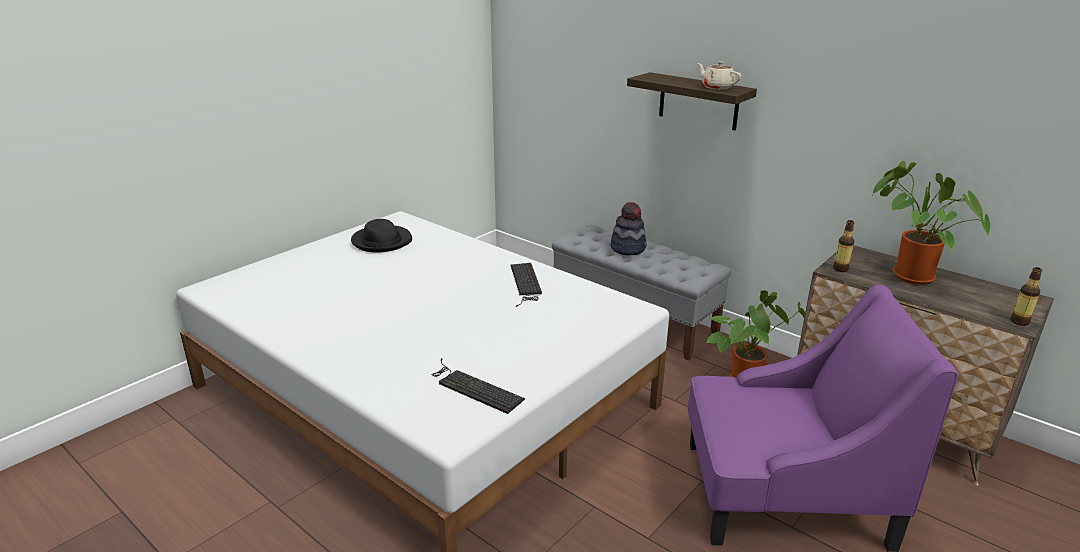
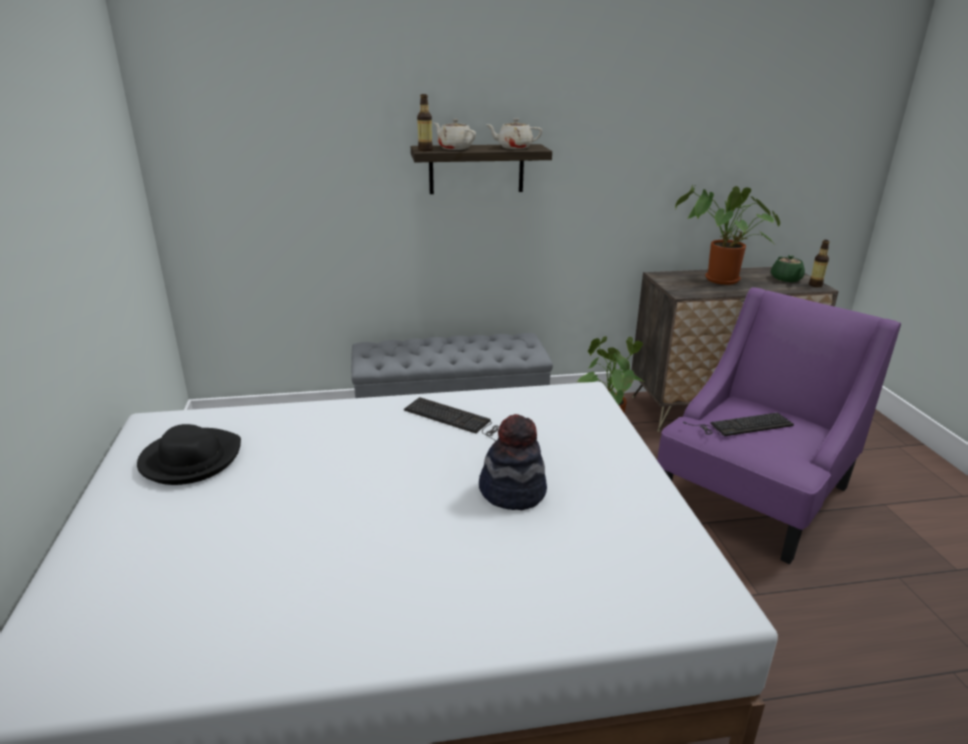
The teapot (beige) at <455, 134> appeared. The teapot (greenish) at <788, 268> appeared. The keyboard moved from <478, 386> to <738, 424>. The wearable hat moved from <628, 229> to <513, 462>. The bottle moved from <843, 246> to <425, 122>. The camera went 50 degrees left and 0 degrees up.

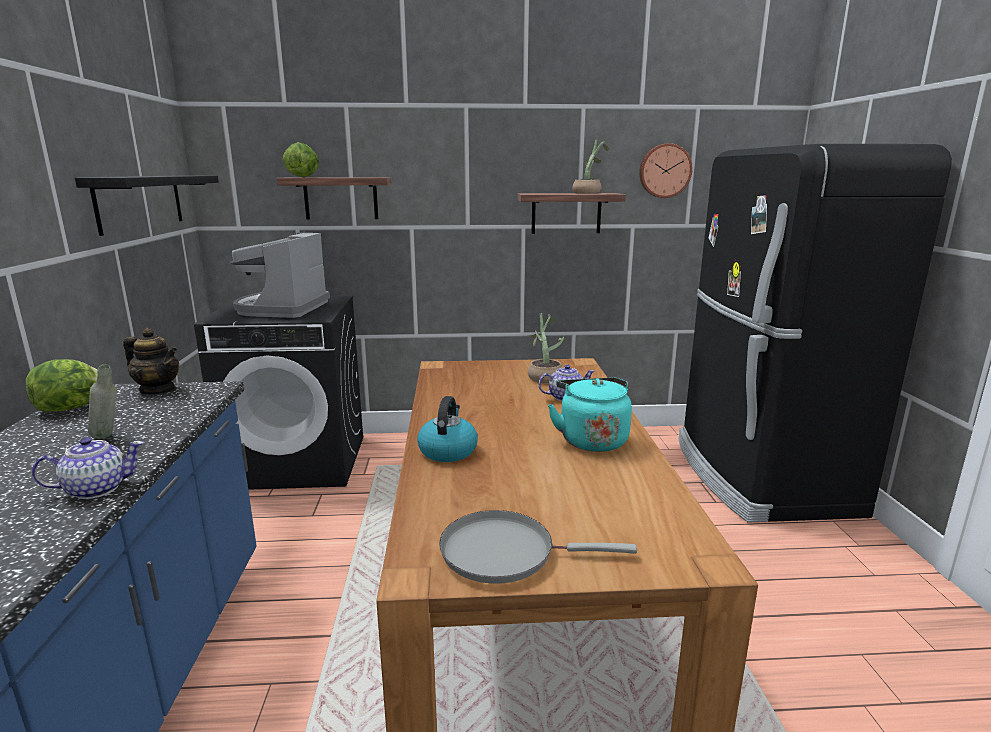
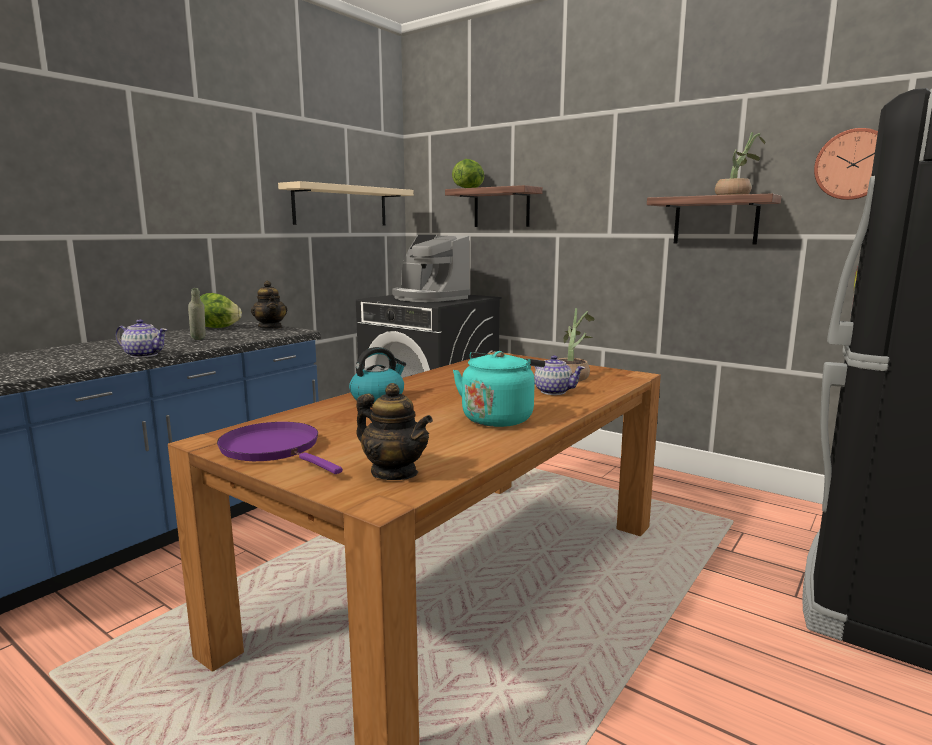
The teapot at <394, 431> appeared. The bracket shelf (black) at <147, 206> became the bracket shelf (beige) at <346, 203>. The frying pan (greyish) at <538, 547> became the frying pan (purple-coloured) at <280, 448>. The coffee brewer at <280, 275> turned 90 degrees counterclockwise. The camera went 40 degrees right and 5 degrees down.

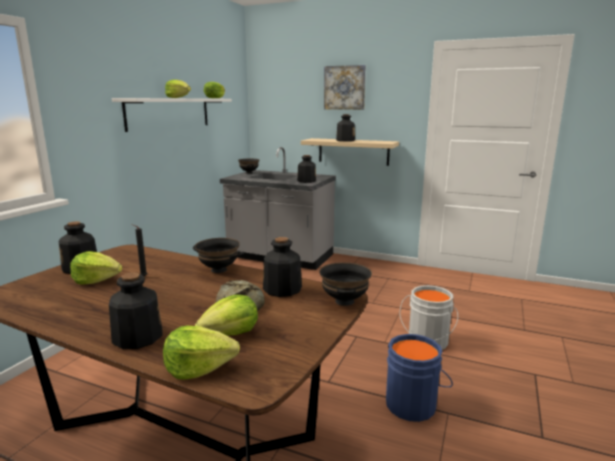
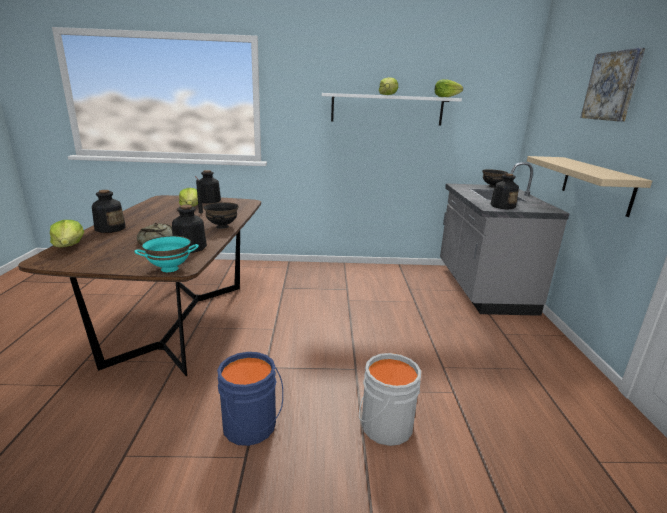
The lettuce at <226, 315> disappeared. The bottle at <345, 128> disappeared. The bowl (black) at <345, 284> became the bowl (turquoise-coloured) at <166, 254>. The camera went 65 degrees right and 5 degrees up.

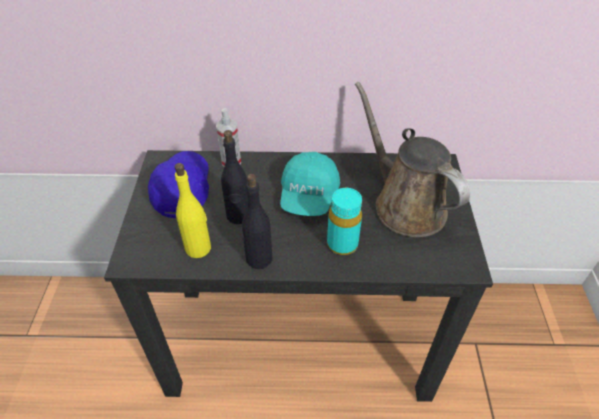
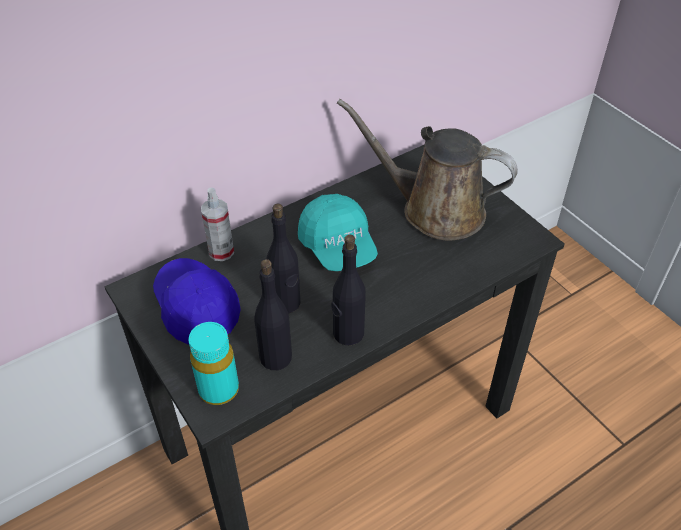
The bottle (turquoise-coloured) moved from <344, 221> to <214, 363>. The bottle (yellow-coloured) at <192, 210> became the bottle (black) at <273, 314>. The camera went 35 degrees left and 0 degrees up.

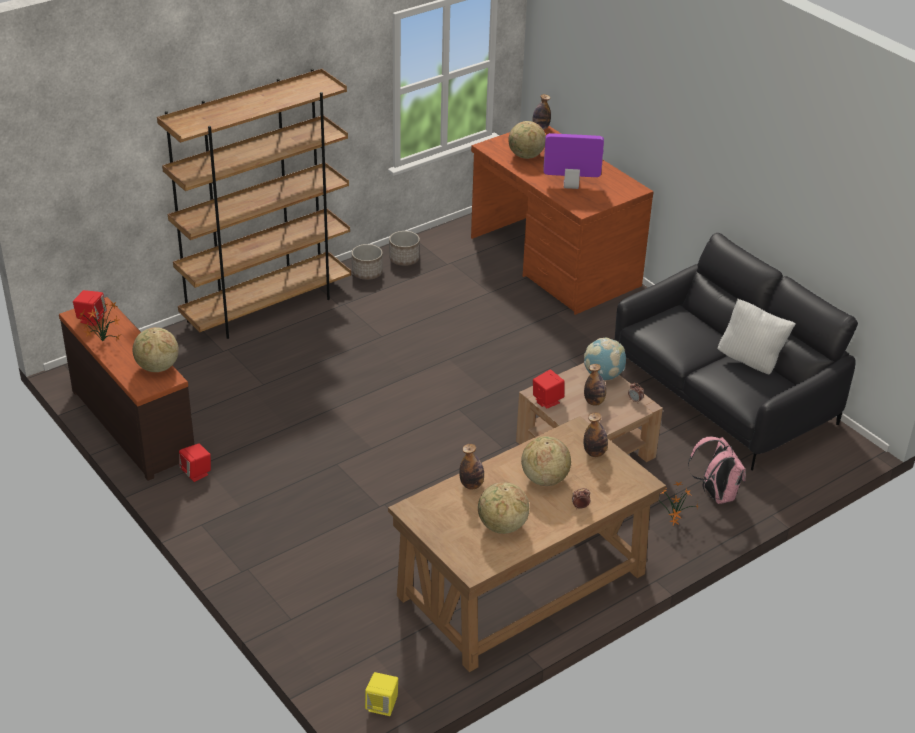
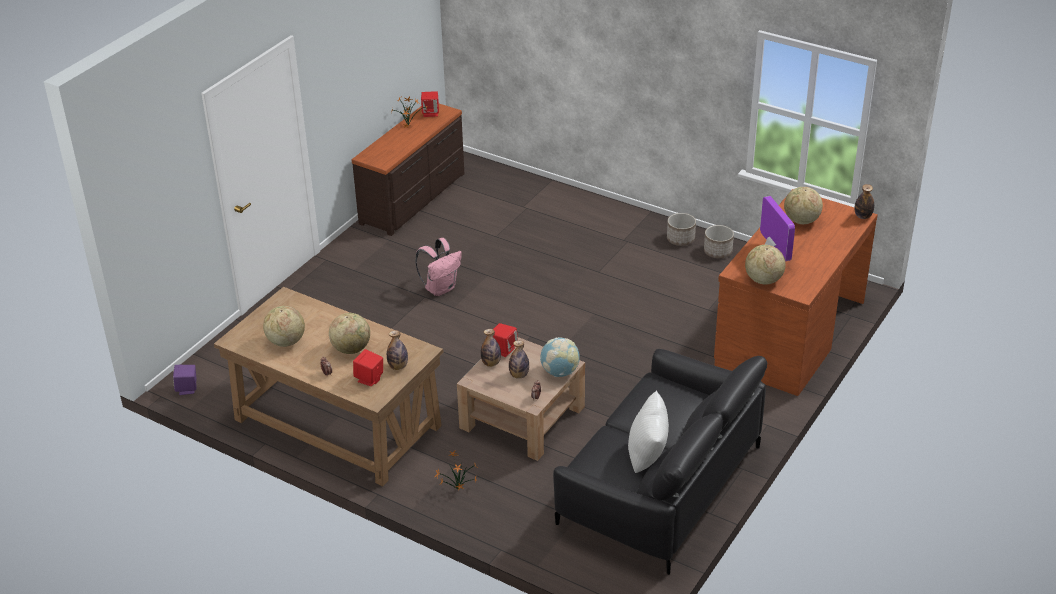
The bookshelf (brown-coloured) at <254, 204> disappeared. The globe moved from <156, 349> to <765, 265>. The loudspeaker (red) moved from <195, 462> to <368, 367>. The bottle moved from <471, 466> to <491, 348>. The rucksack (pink-coloured) moved from <717, 470> to <438, 267>. The loudspeaker (yellow-coloured) at <381, 694> became the loudspeaker (purple-coloured) at <185, 380>. The camera went 70 degrees right and 0 degrees up.

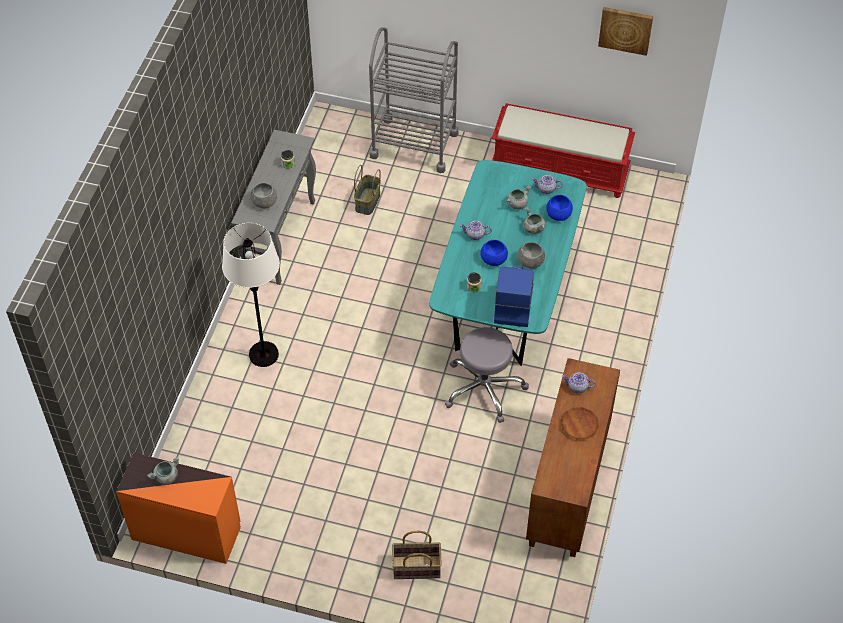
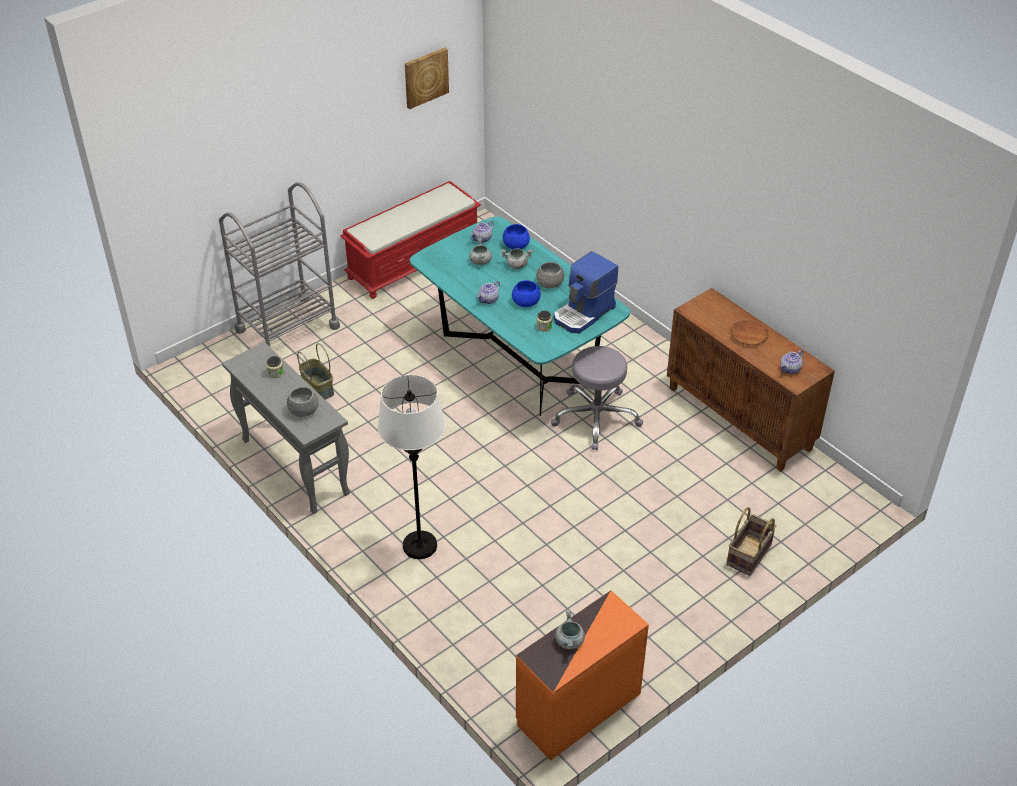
The teapot moved from <579, 382> to <791, 362>. The coffee brewer at <514, 296> turned 90 degrees counterclockwise. The camera went 55 degrees left and 10 degrees down.

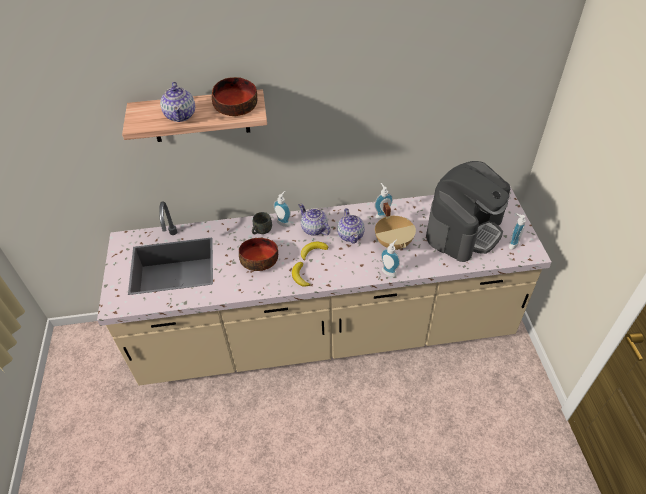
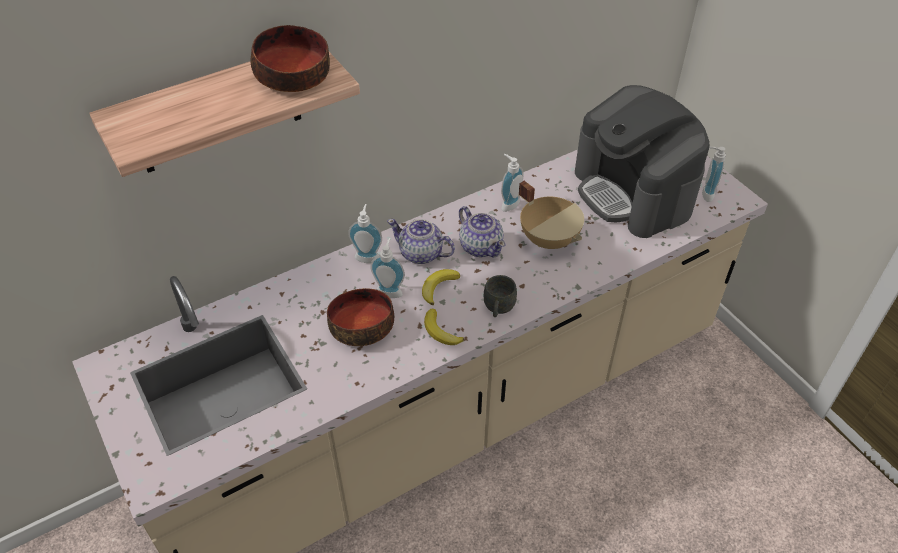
The teapot at <177, 102> disappeared. The tea mug (greyish) moved from <262, 223> to <500, 296>. The soap dispenser moved from <390, 258> to <387, 268>. The coffee brewer at <468, 211> turned 135 degrees clockwise. The camera went 25 degrees left and 0 degrees up.

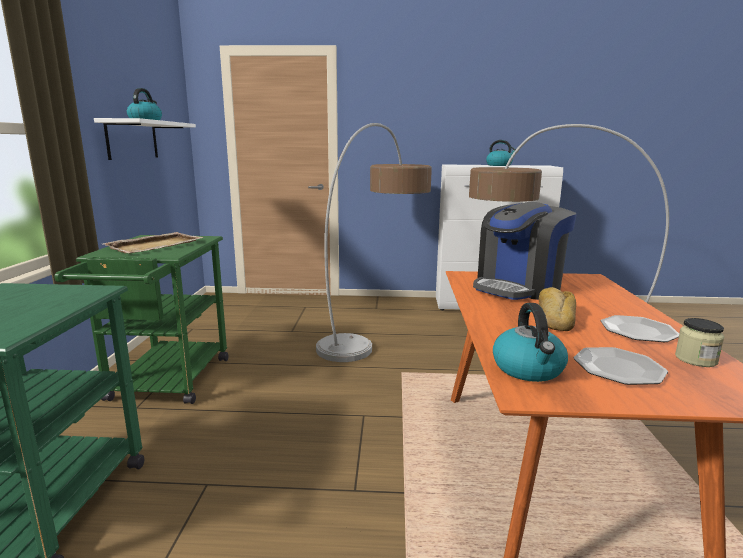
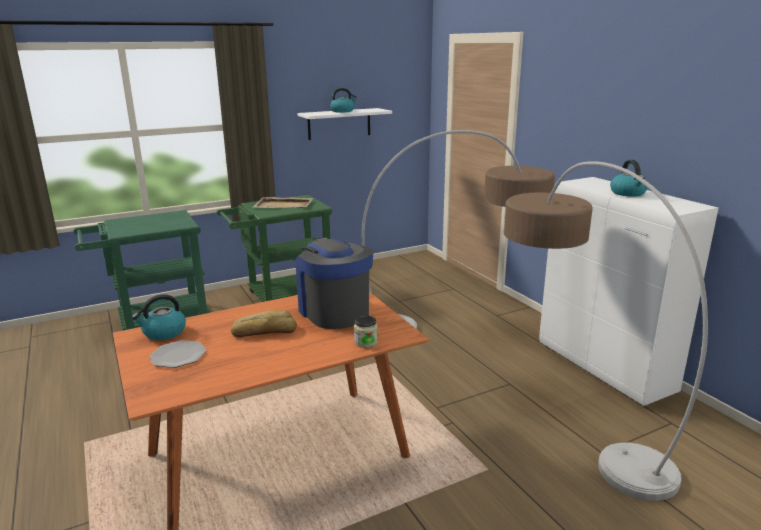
The flat dish at <640, 328> disappeared. The jar moved from <699, 342> to <366, 332>. The coffee brewer at <525, 251> turned 45 degrees clockwise. The camera went 60 degrees right and 5 degrees up.

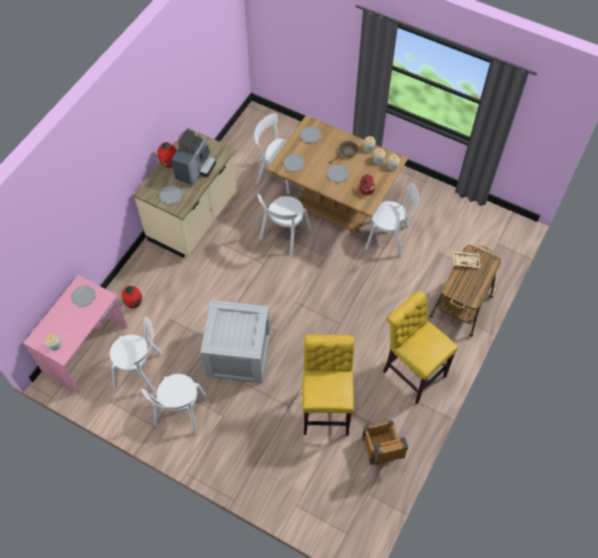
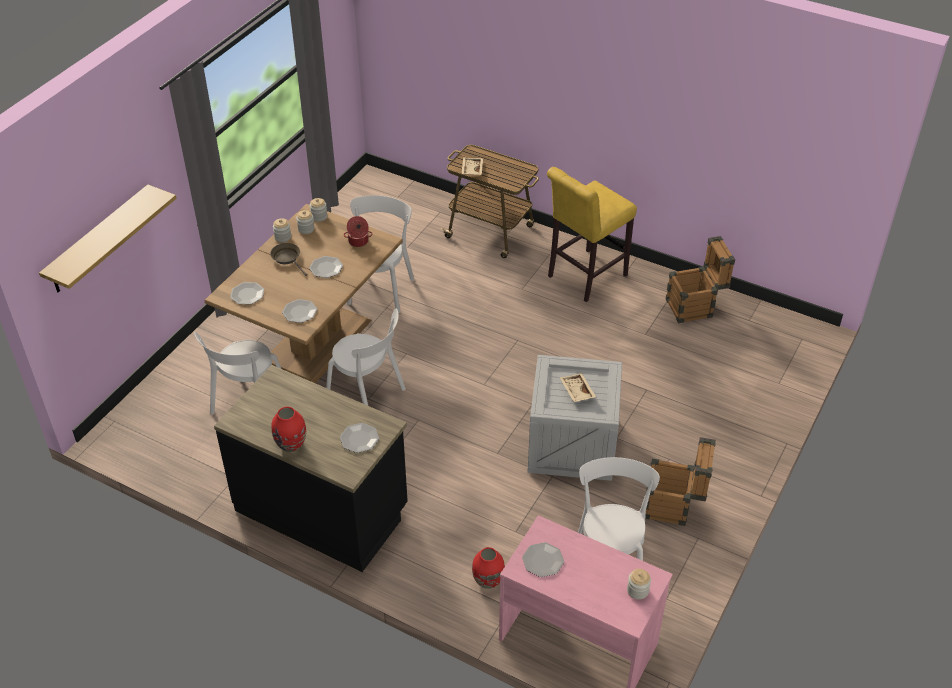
The coffee brewer at <193, 157> disappeared. The stool seat (yellow-coloured) at <328, 385> disappeared. The bracket shelf at <108, 238> appeared. The carrying tray (beige) at <578, 387> appeared. The plain chair (whitish) at <175, 404> was replaced by the crate at <680, 481>. The kitchen base unit (beige) at <185, 193> became the kitchen base unit (black) at <311, 468>. The camera went 90 degrees left and 15 degrees down.

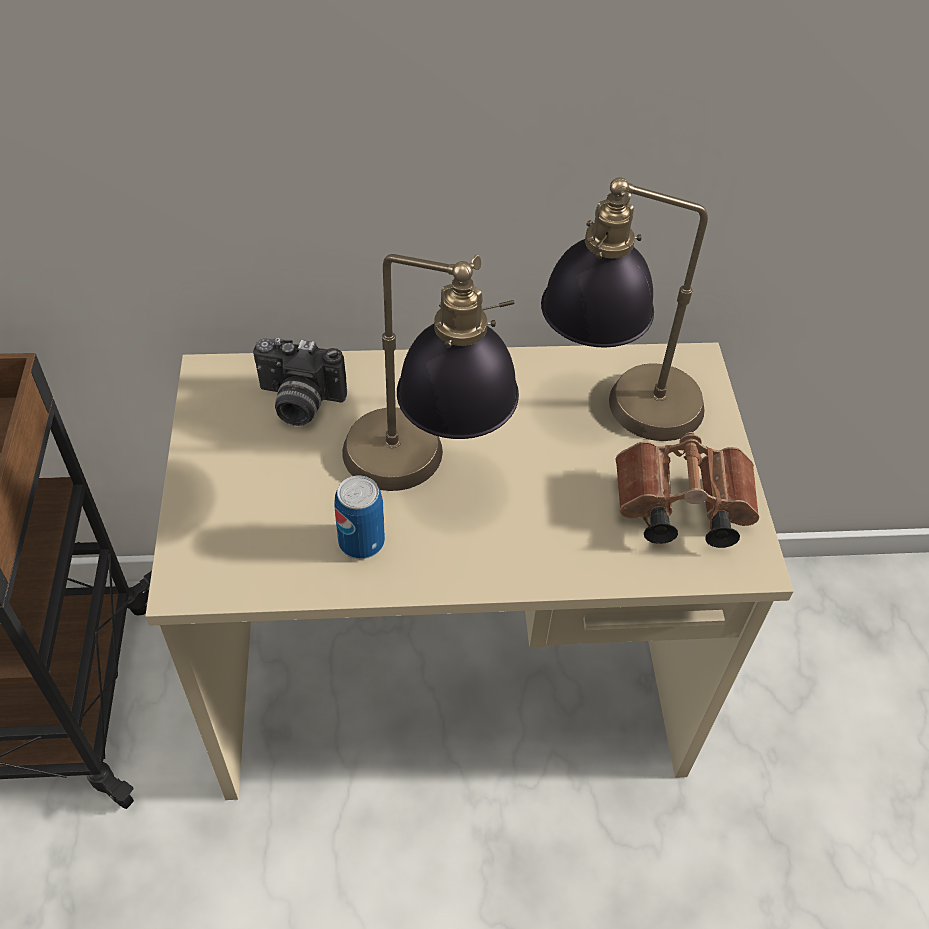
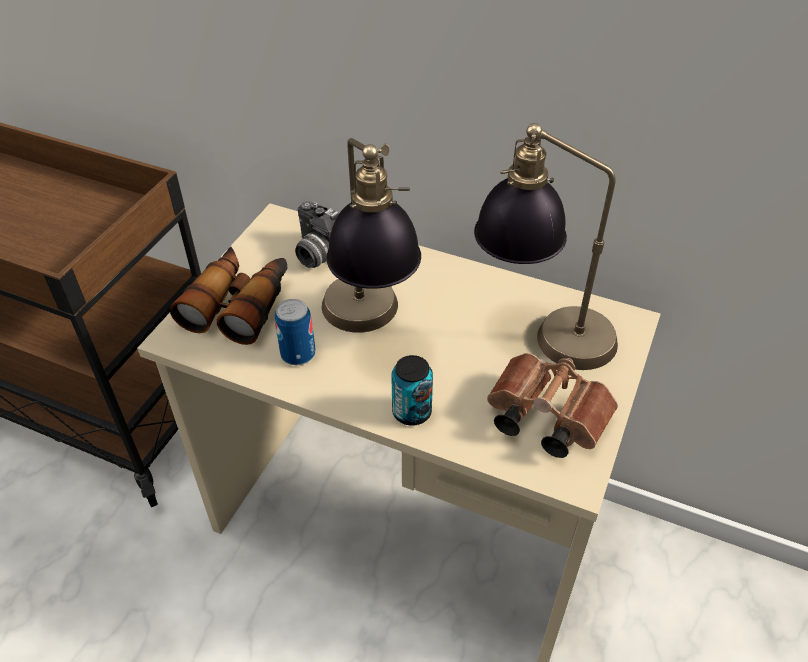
The binoculars at <229, 296> appeared. The metal can at <412, 390> appeared. The camera went 30 degrees right and 5 degrees down.

